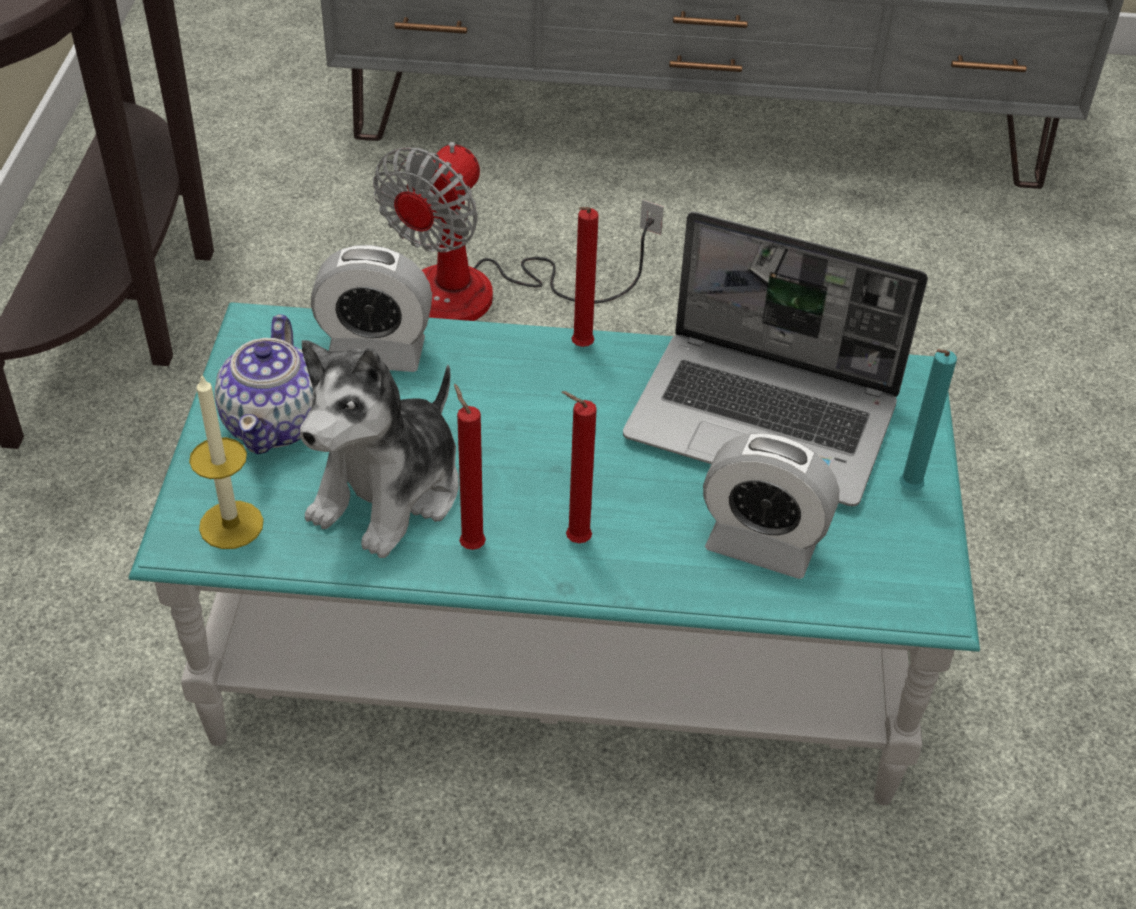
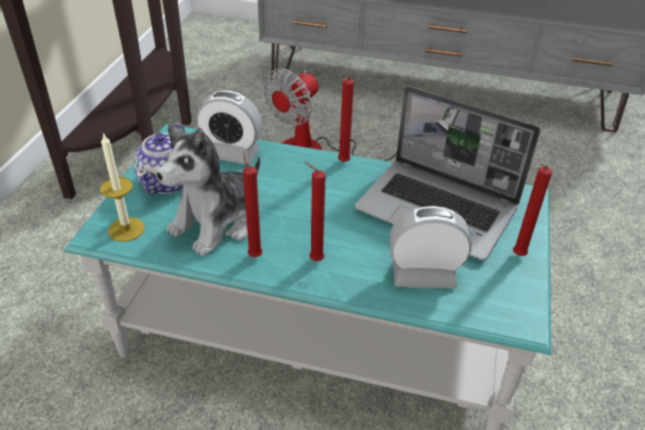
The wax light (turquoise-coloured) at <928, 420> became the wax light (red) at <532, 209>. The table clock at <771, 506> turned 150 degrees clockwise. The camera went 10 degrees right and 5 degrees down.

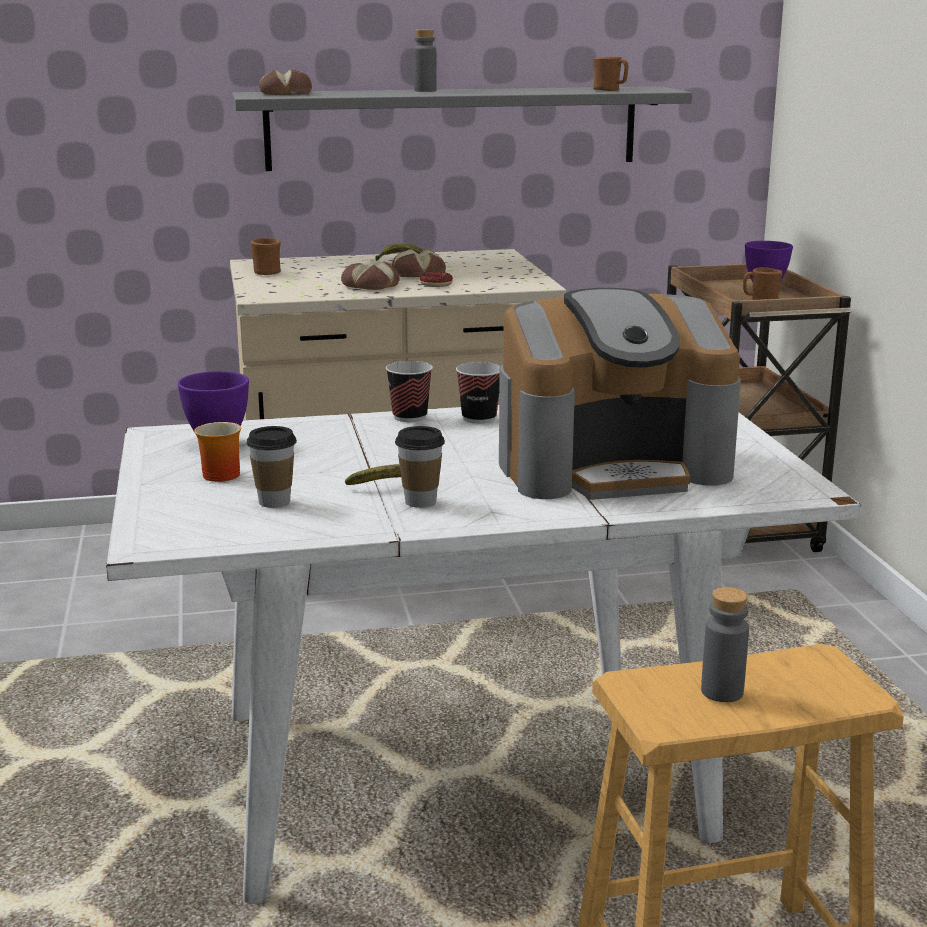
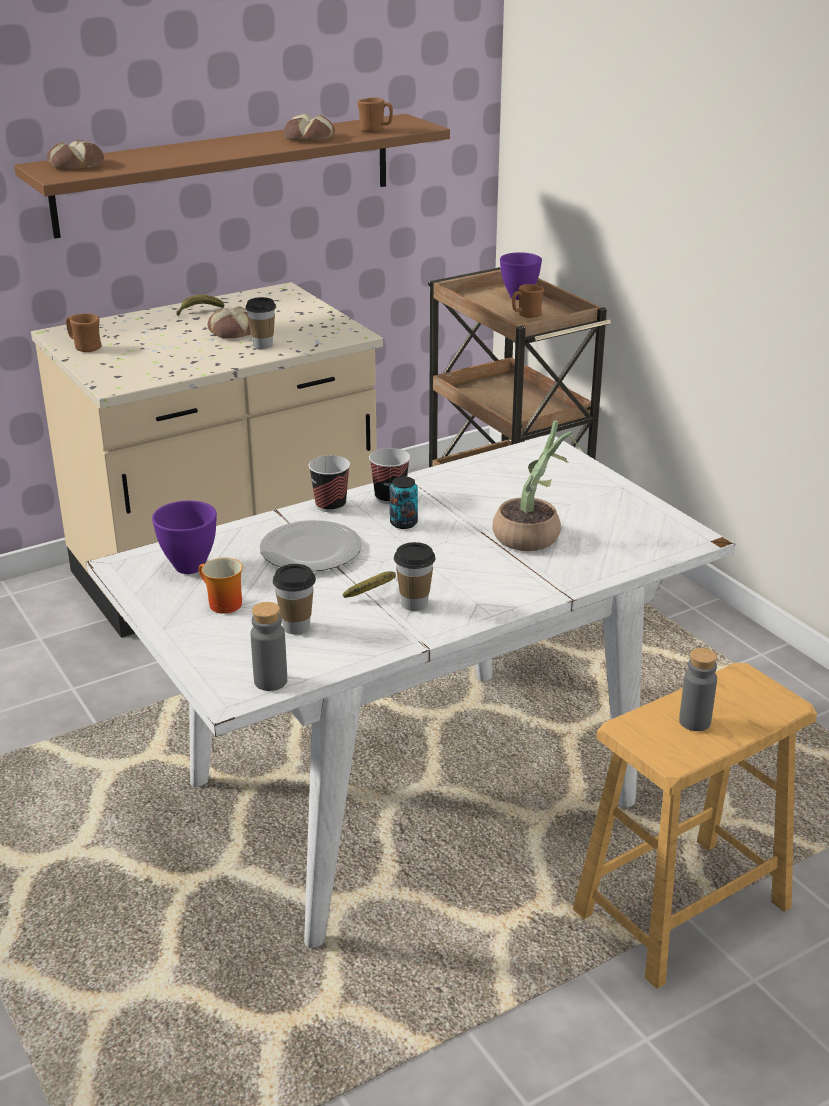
The flat dish at <311, 546> appeared. The metal can at <404, 502> appeared. The bakery bread moved from <370, 274> to <309, 128>. The bottle (greyish) moved from <425, 60> to <268, 646>. The donut at <436, 279> was replaced by the small cup at <260, 323>. The coffee brewer at <620, 394> was replaced by the plant in a pot at <537, 485>. The bracket shelf (greyish) at <462, 128> became the bracket shelf (brown-coloured) at <232, 176>. The camera went 20 degrees left and 10 degrees up.

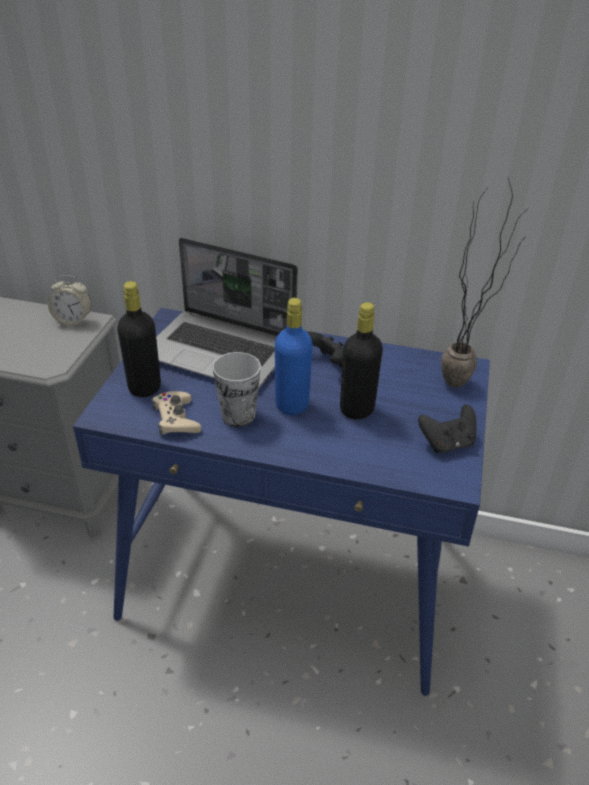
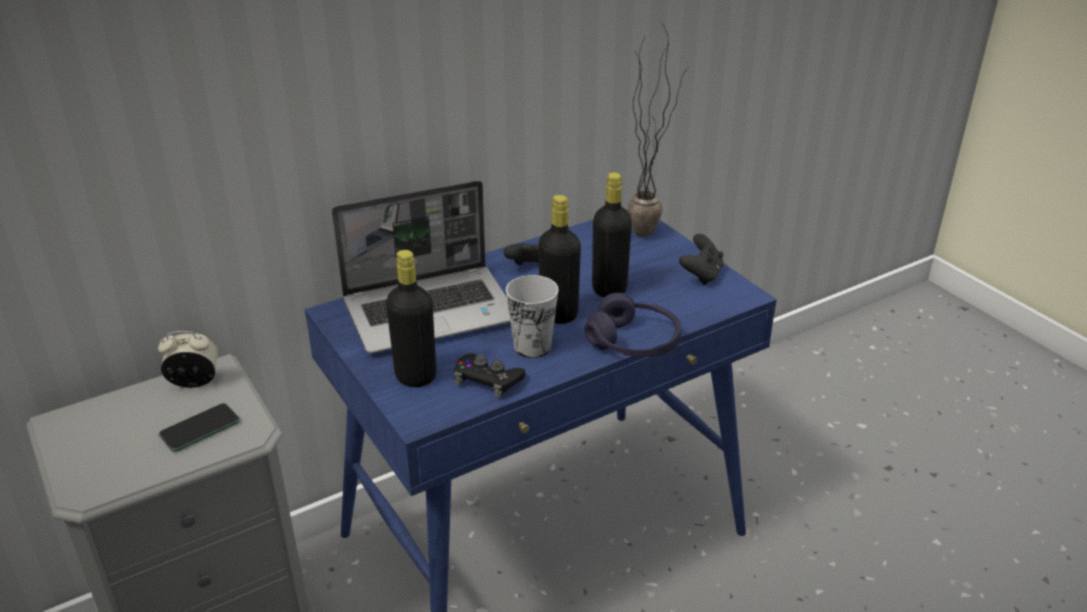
The telephone at <199, 427> appeared. The pair of headphones (purple-coloured) at <633, 325> appeared. The game controller (beige) at <176, 413> became the game controller (black) at <489, 375>. The bottle (blue) at <294, 356> became the bottle (black) at <559, 259>. The table clock at <70, 300> turned 150 degrees counterclockwise. The camera went 45 degrees left and 5 degrees down.

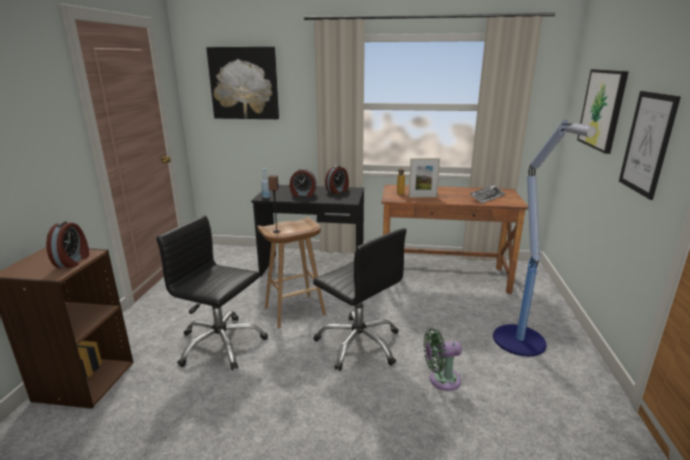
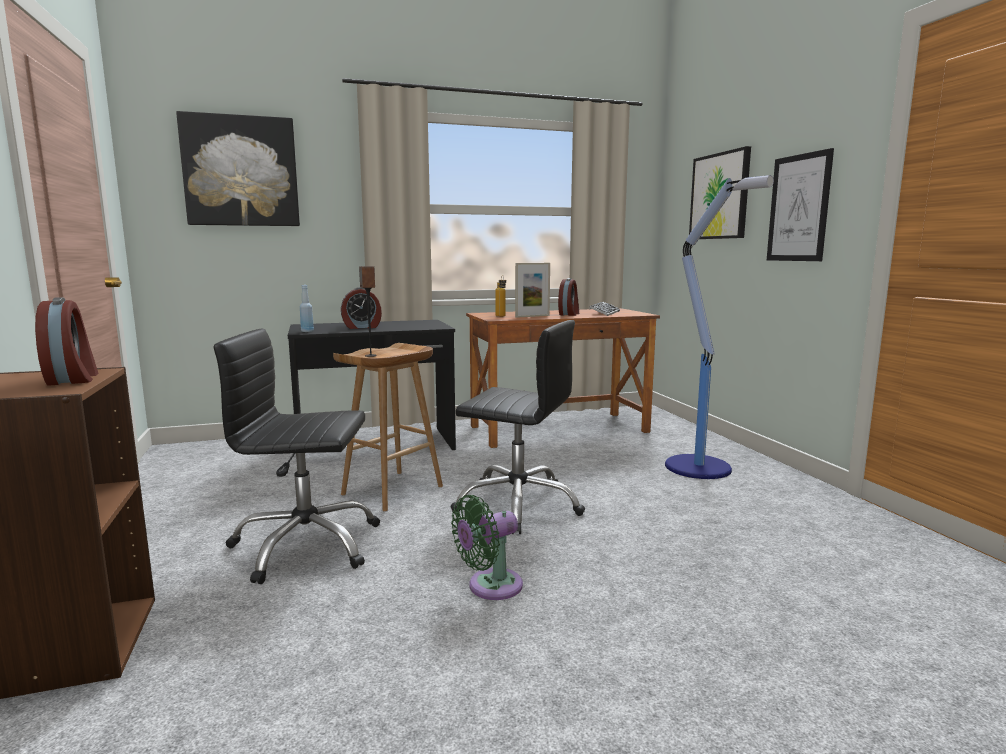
The table clock moved from <337, 180> to <568, 297>. The fan (greenish) moved from <443, 359> to <487, 547>. The camera went 25 degrees left and 10 degrees down.

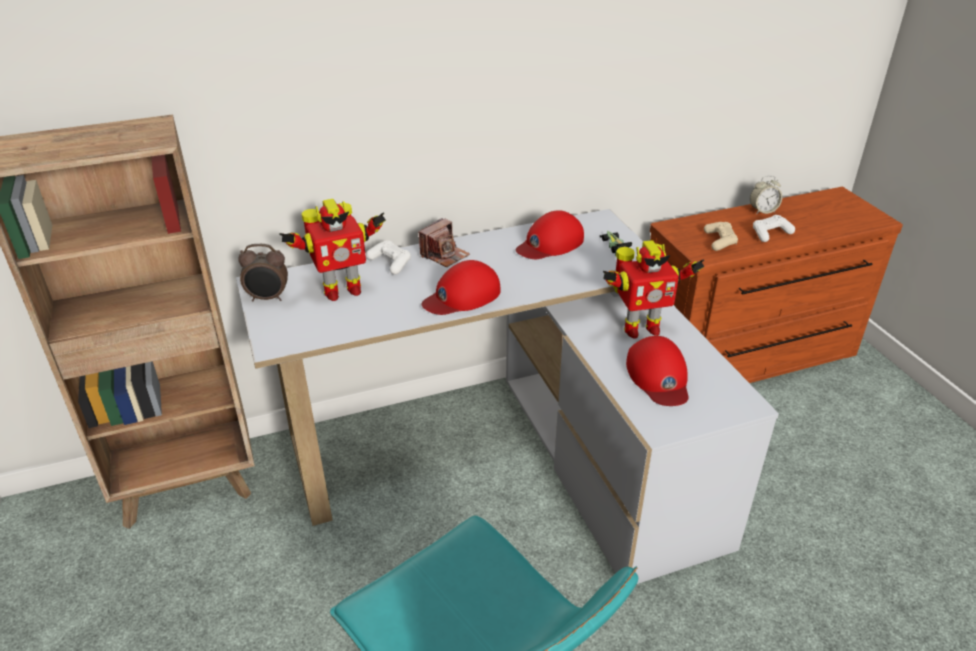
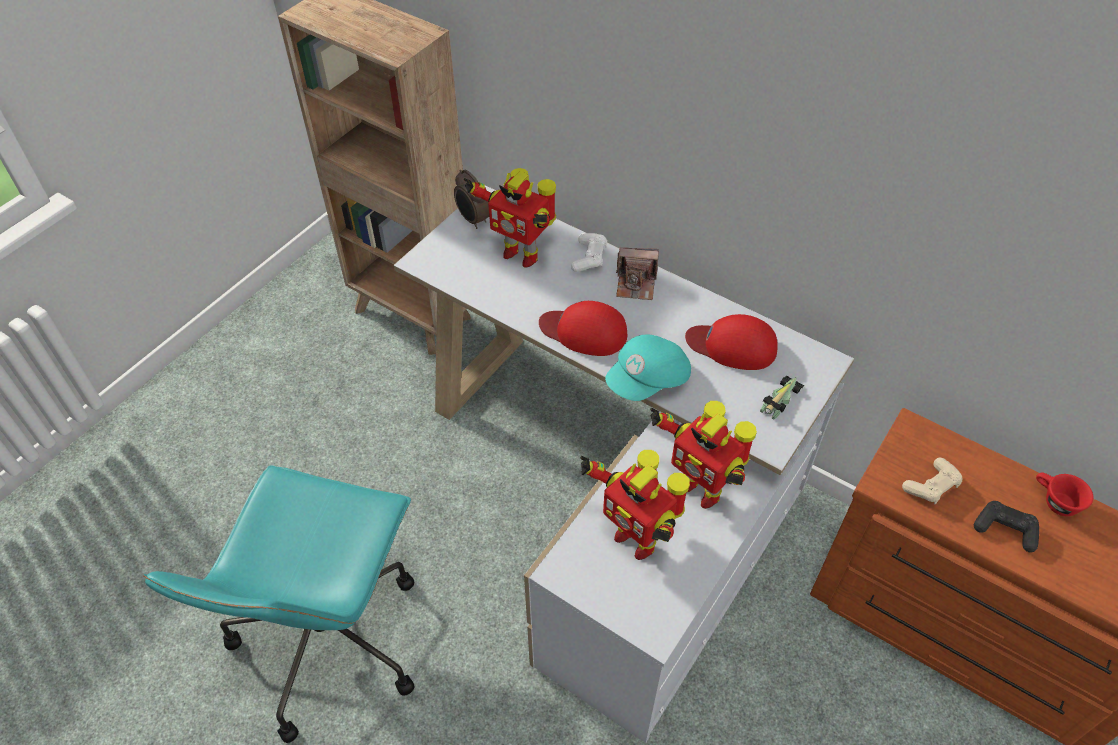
The baseball cap (turquoise-coloured) at <648, 368> appeared. The baseball cap (red) at <657, 371> was replaced by the robot figure at <635, 505>. The table clock at <766, 194> was replaced by the small cup (red) at <1064, 494>. The game controller (whitish) at <774, 228> became the game controller (black) at <1006, 526>. The camera went 55 degrees right and 15 degrees up.

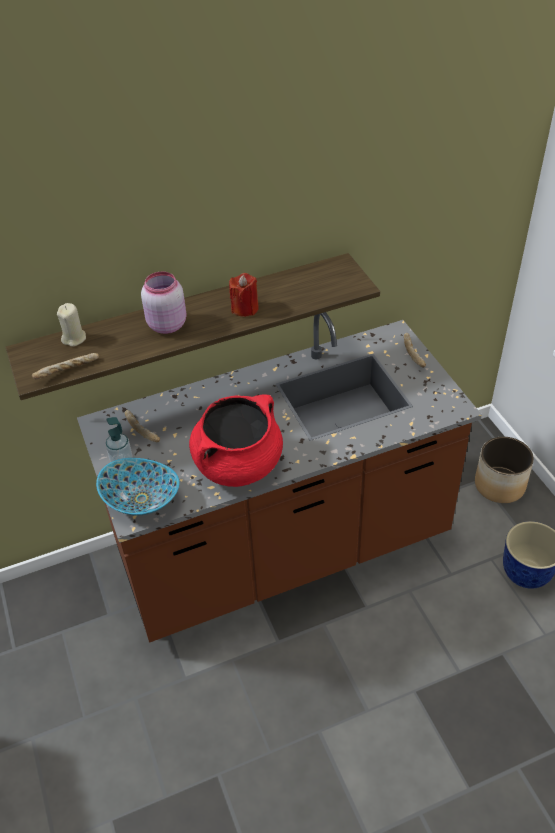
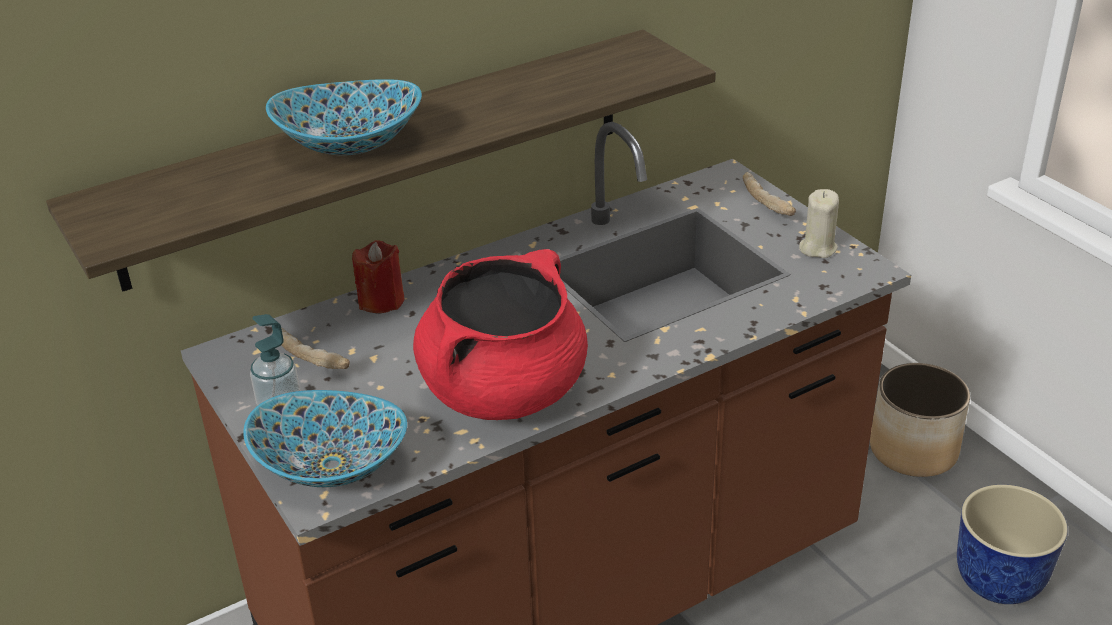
The bakery bread at <65, 366> disappeared. The wax light (beige) moved from <71, 325> to <819, 223>. The wax light (red) moved from <244, 295> to <378, 276>. The jar (pink-coloured) at <164, 303> was replaced by the bowl at <344, 117>. The camera went 10 degrees left and 10 degrees down.

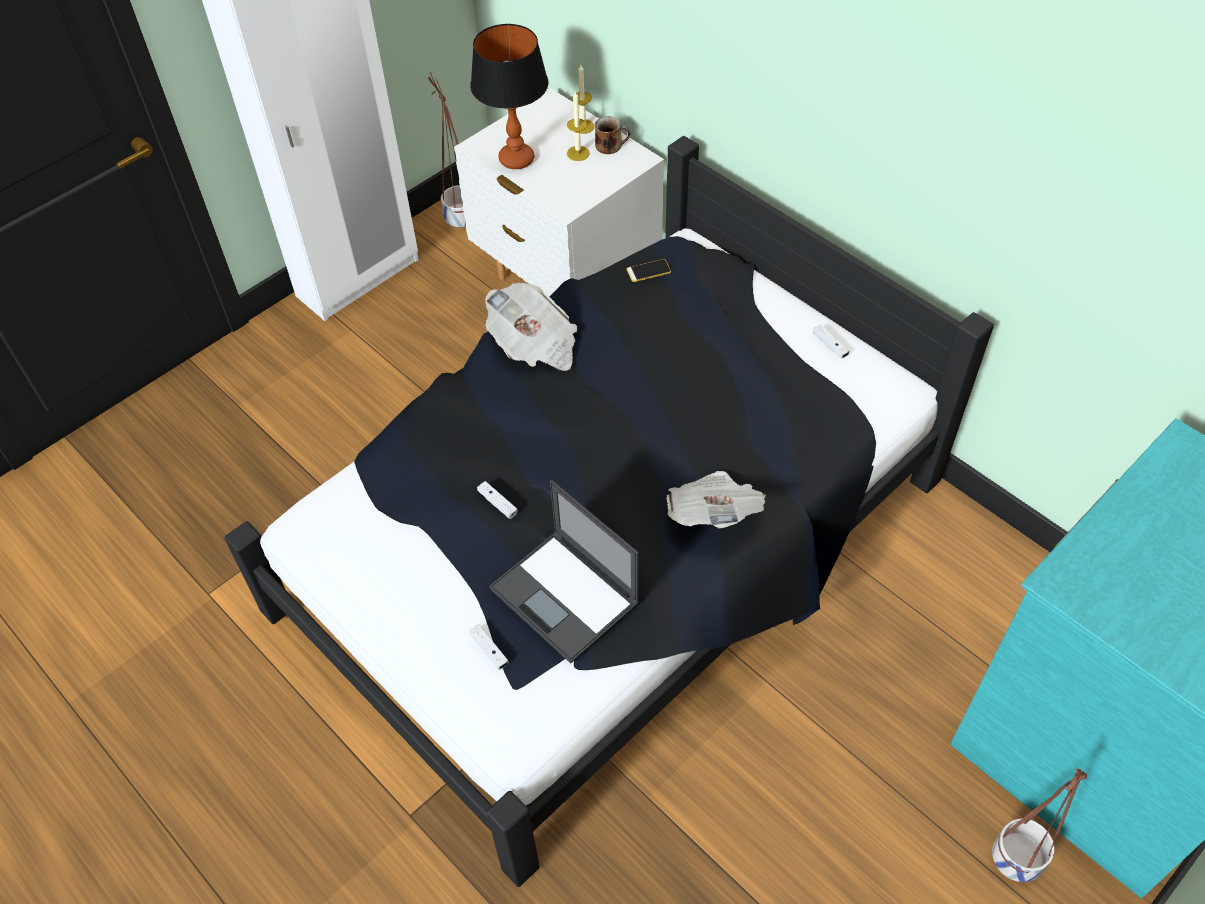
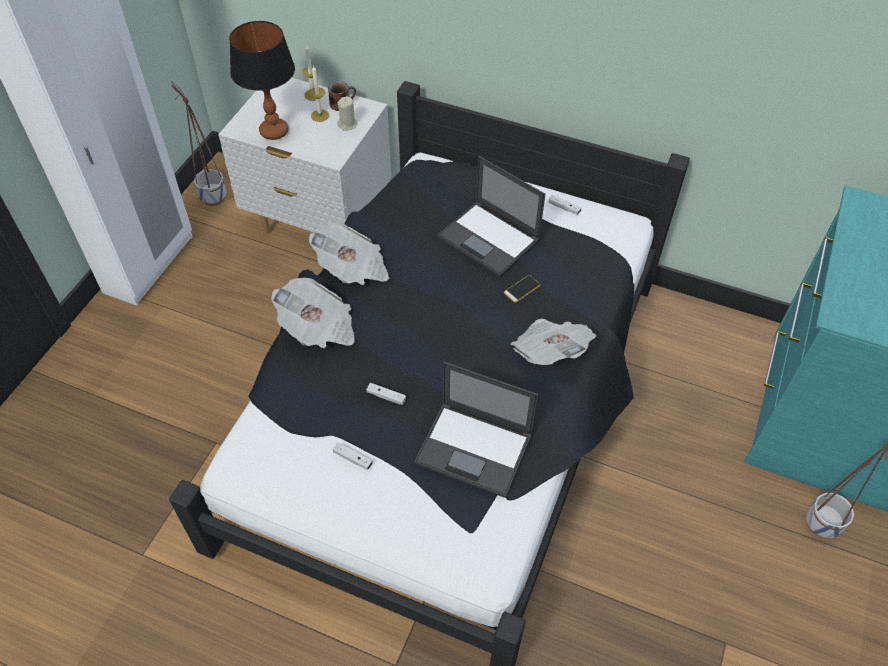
The newspaper at <313, 313> appeared. The wax light (beige) at <347, 113> appeared. The portable computer at <491, 216> appeared. The game controller (whitish) moved from <489, 647> to <353, 456>. The telephone moved from <649, 270> to <522, 289>. The camera went 25 degrees left and 0 degrees up.

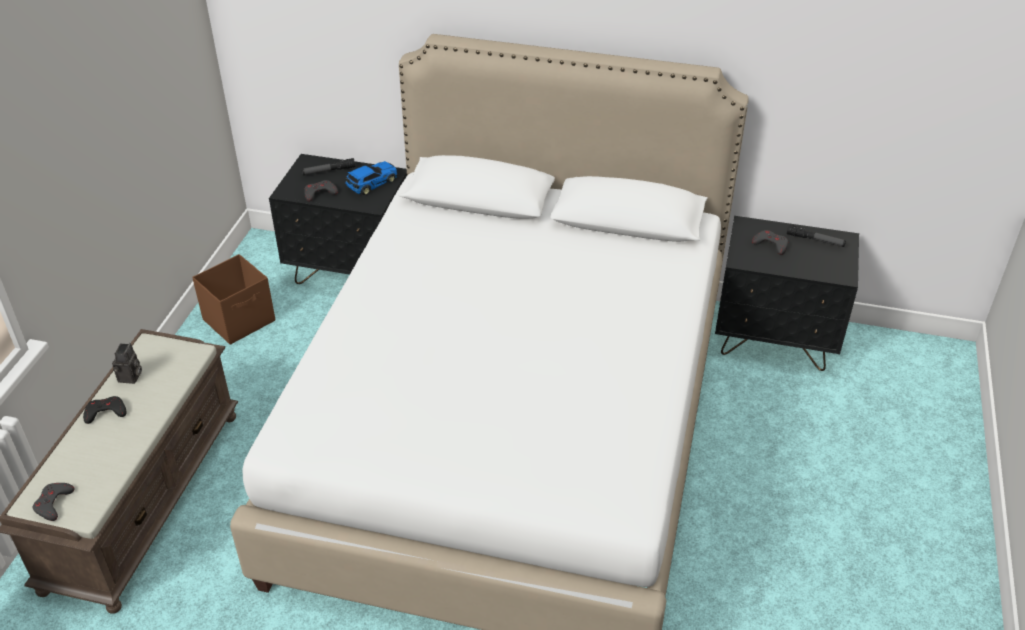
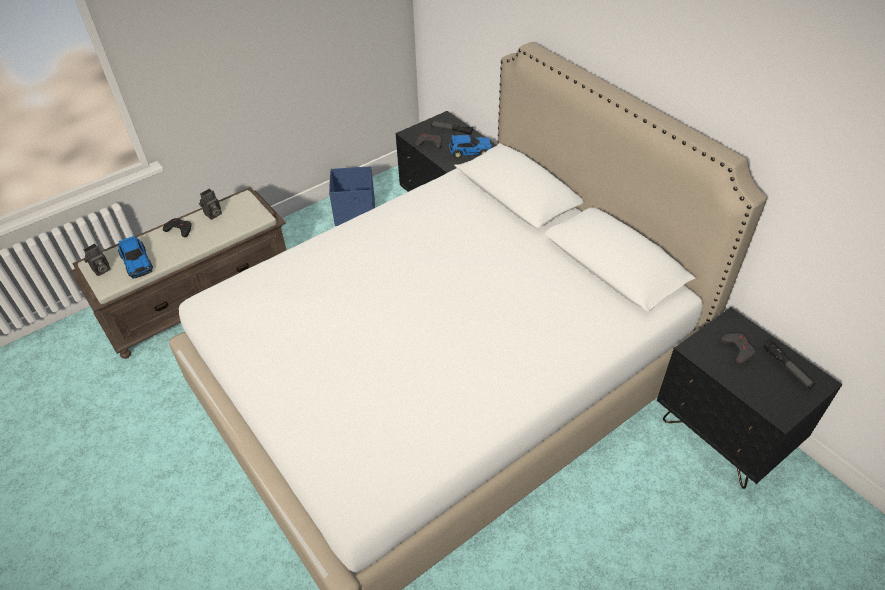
The miniature car at <135, 257> appeared. The game controller (greyish) at <53, 502> was replaced by the photo camera at <97, 260>. The storage bin (brown-coloured) at <233, 299> became the storage bin (blue) at <352, 196>. The camera went 40 degrees right and 5 degrees up.

